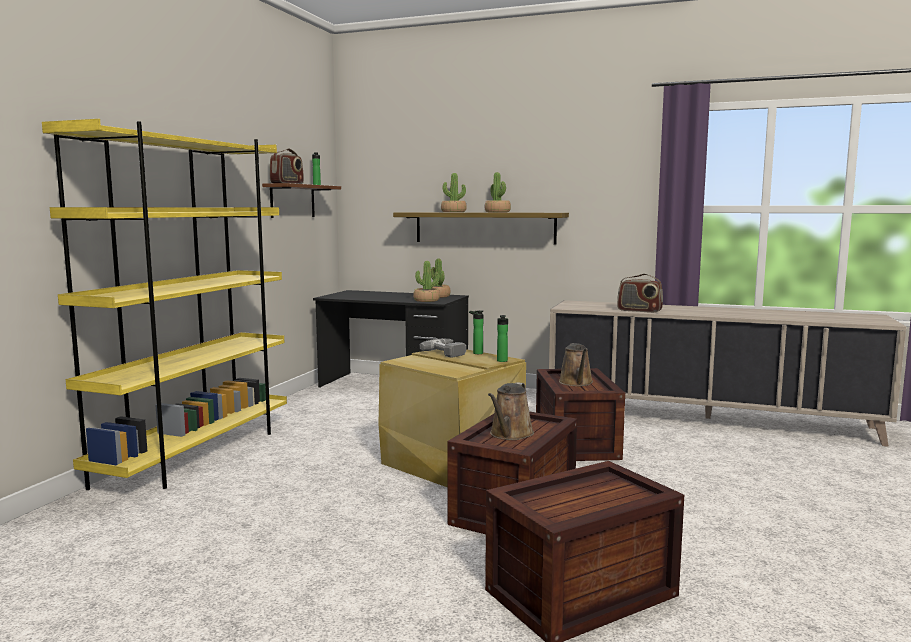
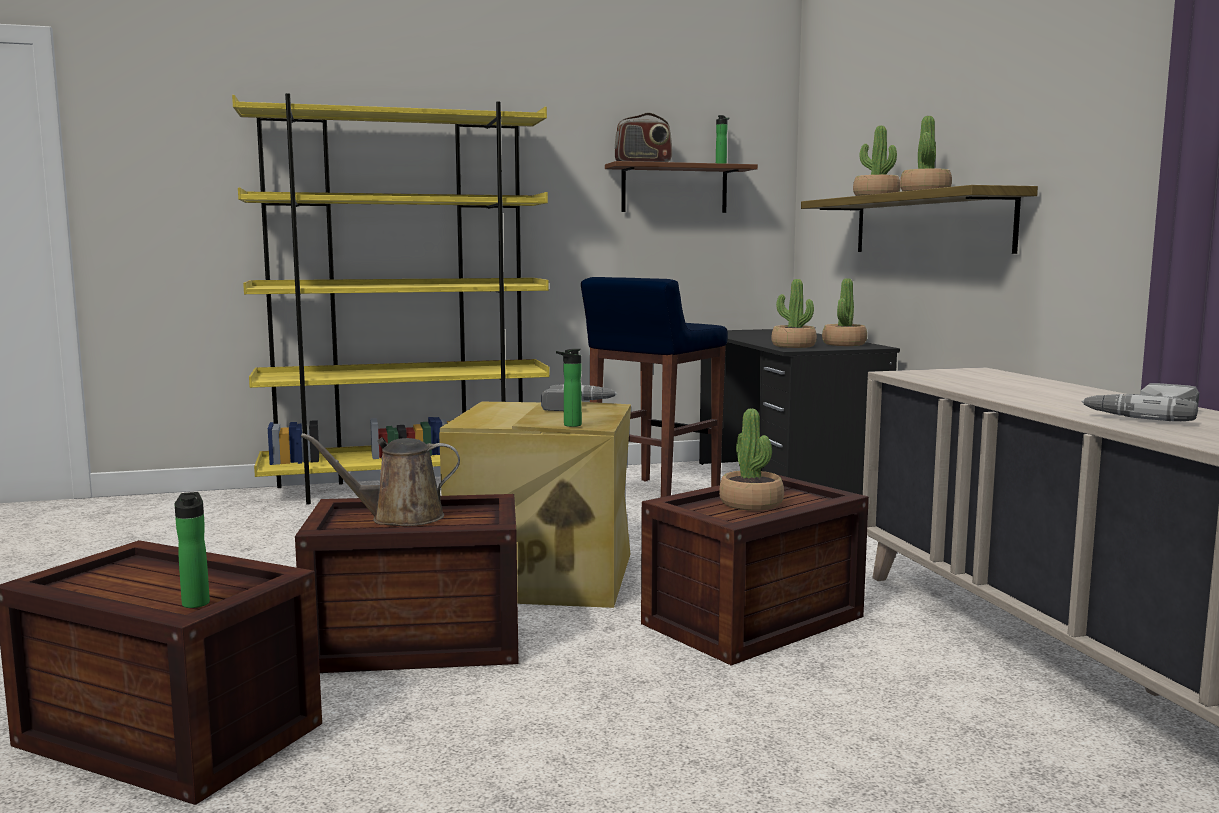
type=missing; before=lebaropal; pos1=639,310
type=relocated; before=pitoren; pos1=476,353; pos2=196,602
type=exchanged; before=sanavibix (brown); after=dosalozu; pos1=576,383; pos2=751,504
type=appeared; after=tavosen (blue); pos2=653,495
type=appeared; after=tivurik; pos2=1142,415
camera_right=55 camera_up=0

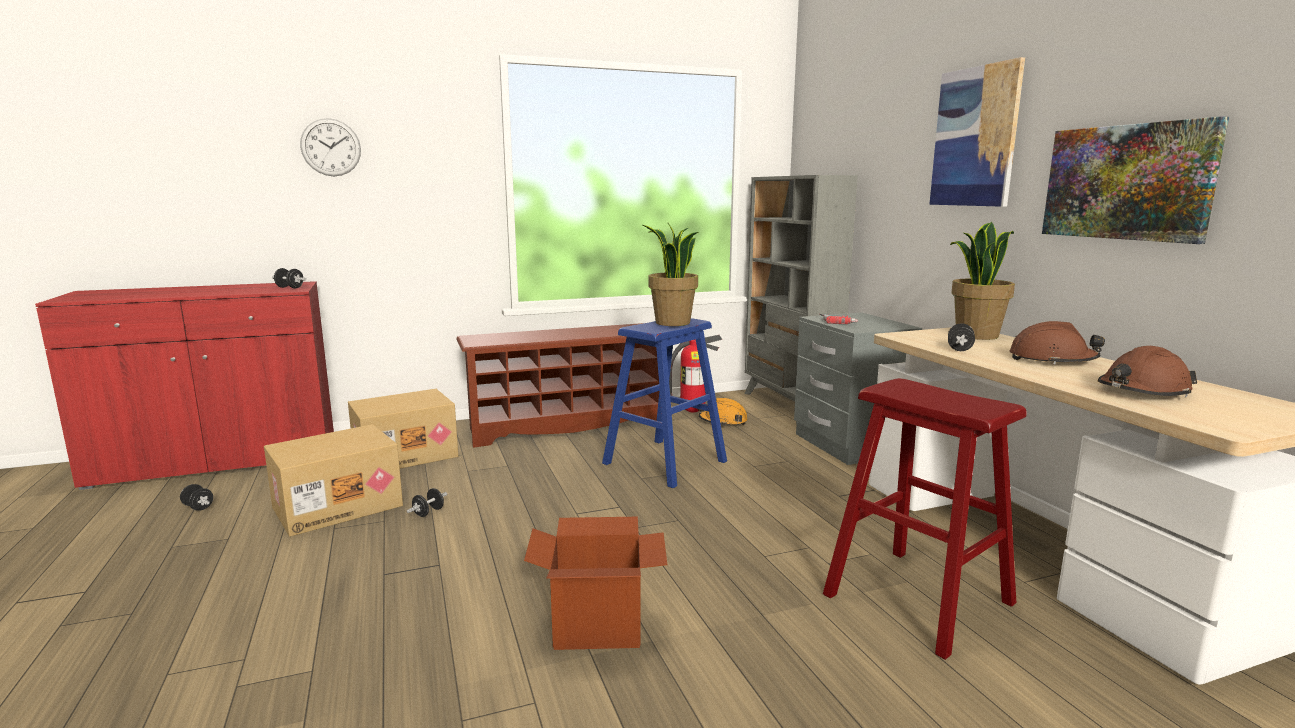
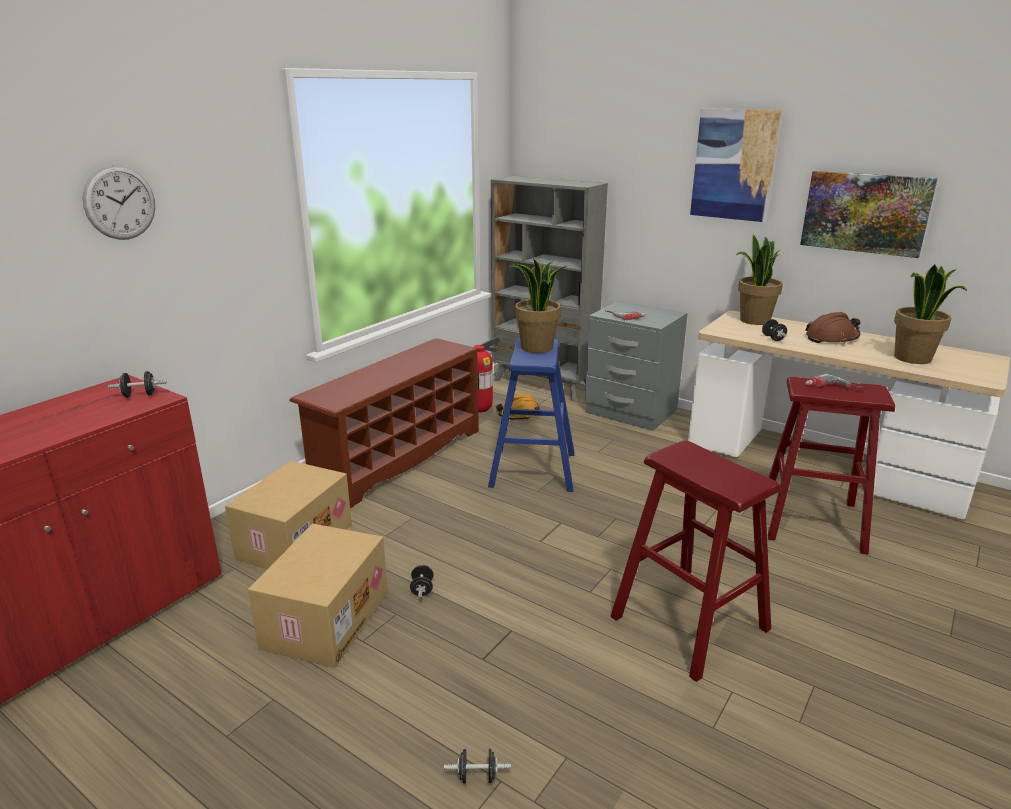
type=exchanged; before=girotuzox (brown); after=dosalozu; pos1=1142,391; pos2=913,358
type=relocated; before=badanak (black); pos1=198,507; pos2=477,776
type=exchanged; before=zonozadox; after=tavosen (red); pos1=598,627; pos2=690,623
type=appeared; after=tivurik; pos2=833,388
camera_right=-35 camera_up=10

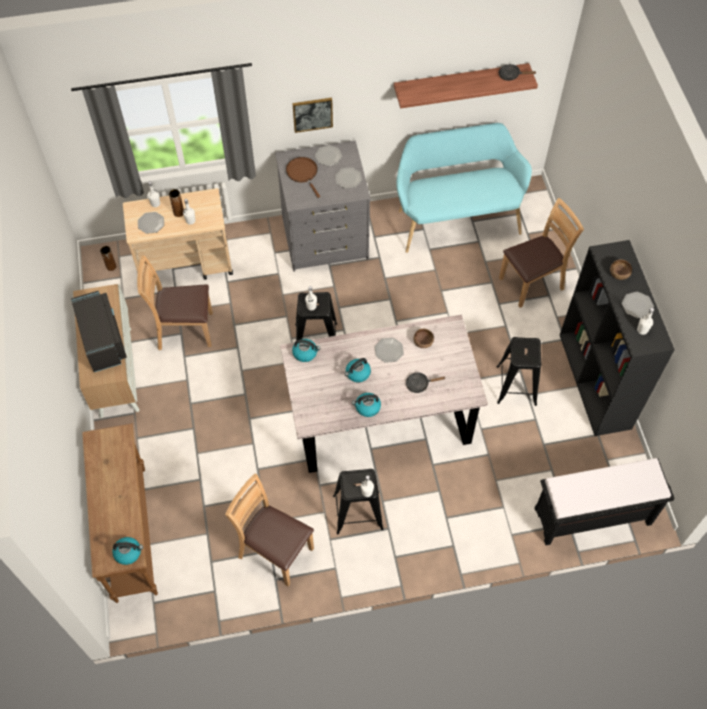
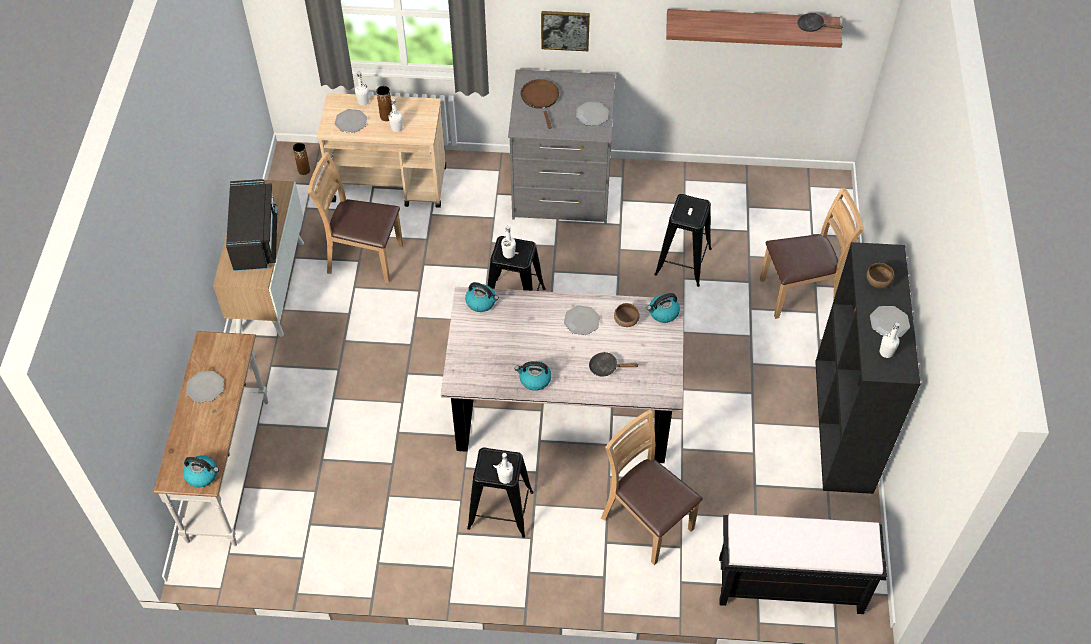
type=missing; before=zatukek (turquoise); pos1=456,219
type=relocated; before=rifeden; pos1=328,156; pos2=205,387
type=relocated; before=tavosen (black); pos1=516,385; pos2=683,261
type=relocated; before=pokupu; pos1=357,373; pos2=663,313
type=colour; before=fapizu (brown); after=fapizu (white); pos1=132,533; pos2=230,469
type=relocated; before=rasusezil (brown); pos1=275,551; pos2=647,521
camera_right=15 camera_up=-5

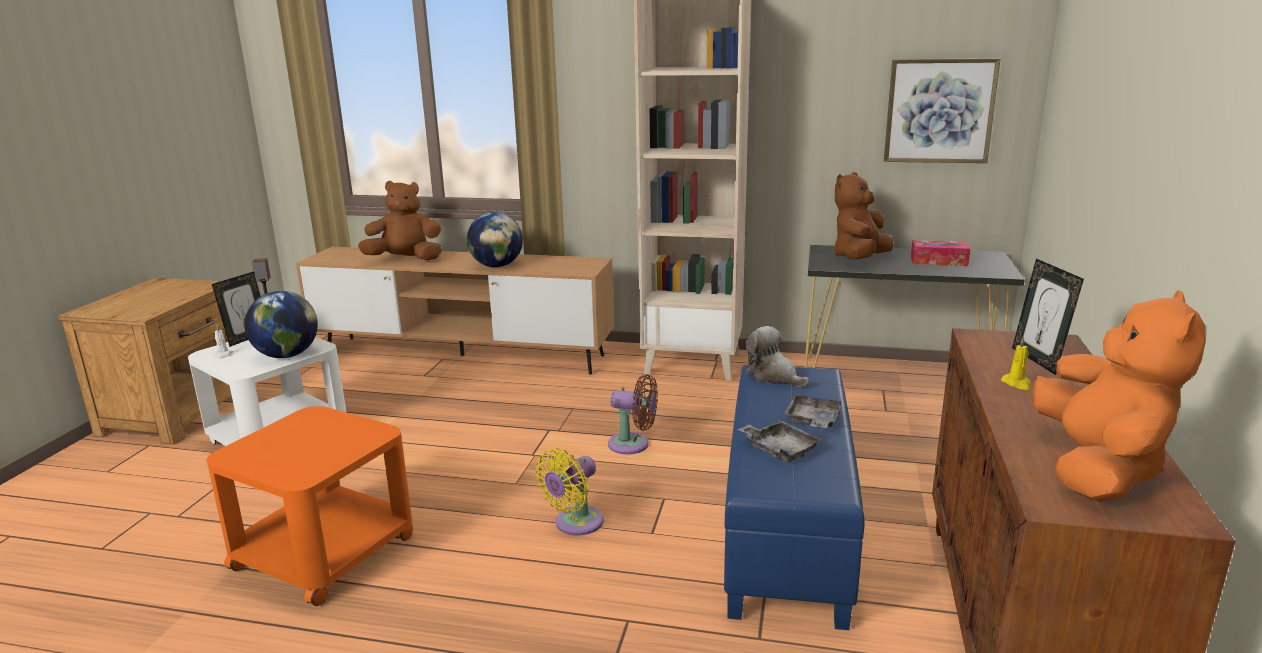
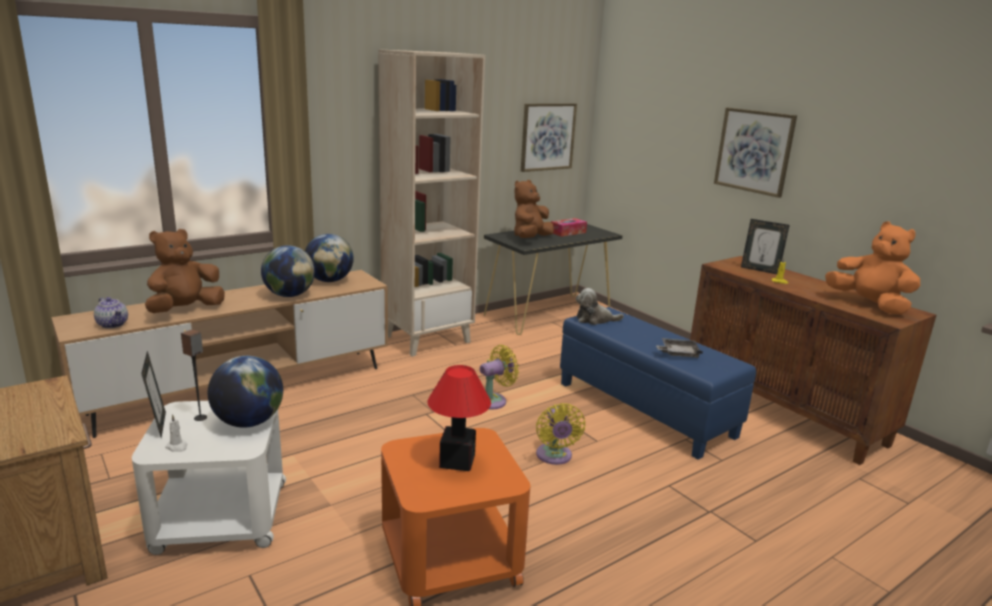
type=spun; before=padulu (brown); pos1=860,259; pos2=530,238; turn=45
type=colour; before=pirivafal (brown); after=pirivafal (yellow); pos1=633,445; pos2=494,400
type=missing; before=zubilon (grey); pos1=812,421
type=appeared; after=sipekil; pos2=754,151
type=appeared; after=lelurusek; pos2=329,280
type=appeared; after=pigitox; pos2=113,324
type=appeared; after=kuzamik; pos2=457,462
camera_right=-50 camera_up=0

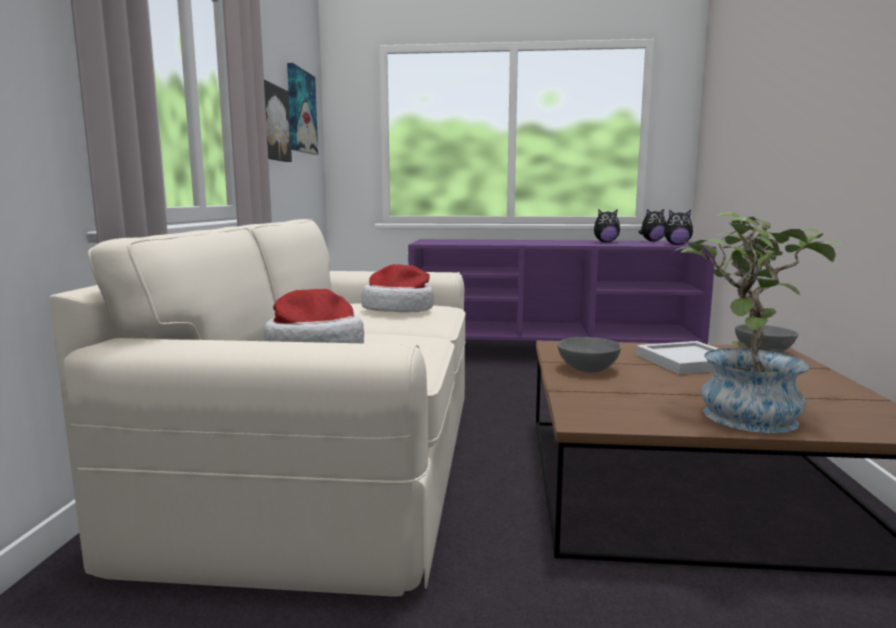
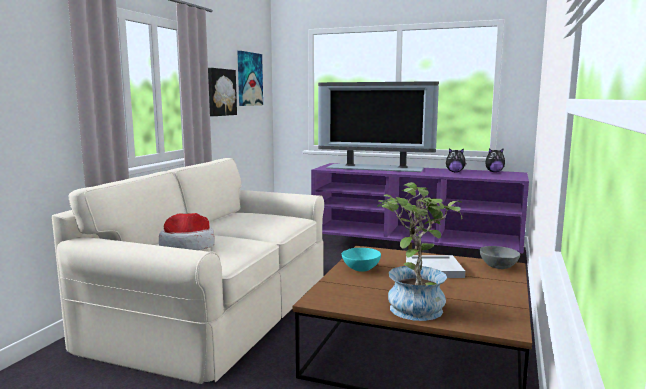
type=missing; before=padulu; pos1=677,244
type=missing; before=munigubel; pos1=399,309
type=colour; before=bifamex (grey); after=bifamex (turquoise); pos1=587,369; pos2=360,269
type=appeared; after=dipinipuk; pos2=375,168
camera_right=15 camera_up=0

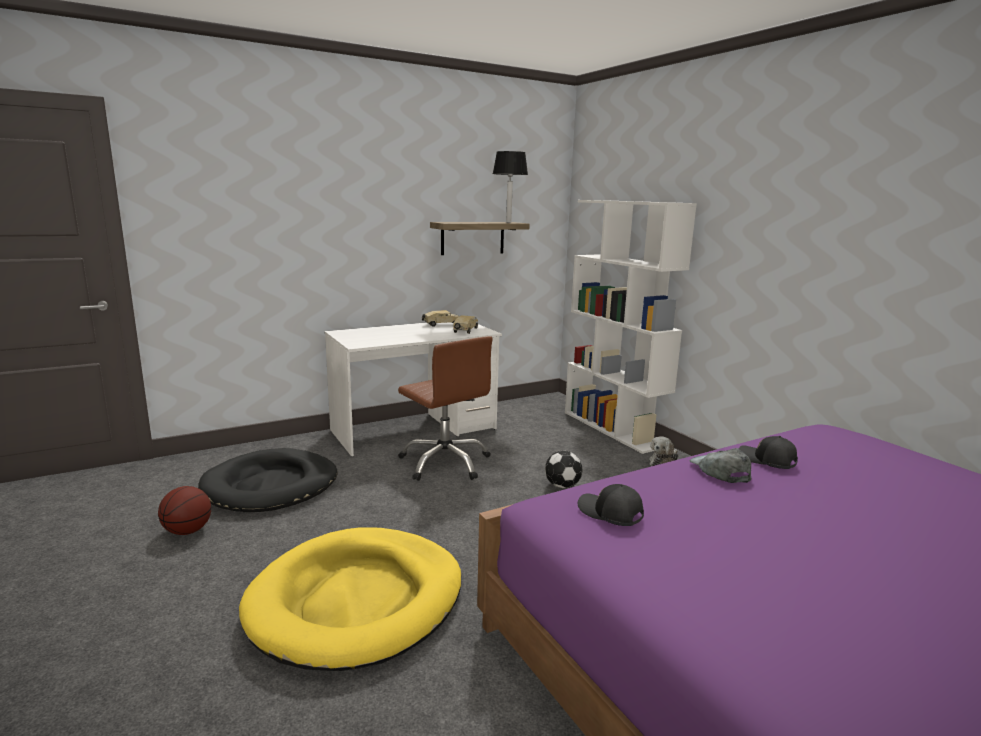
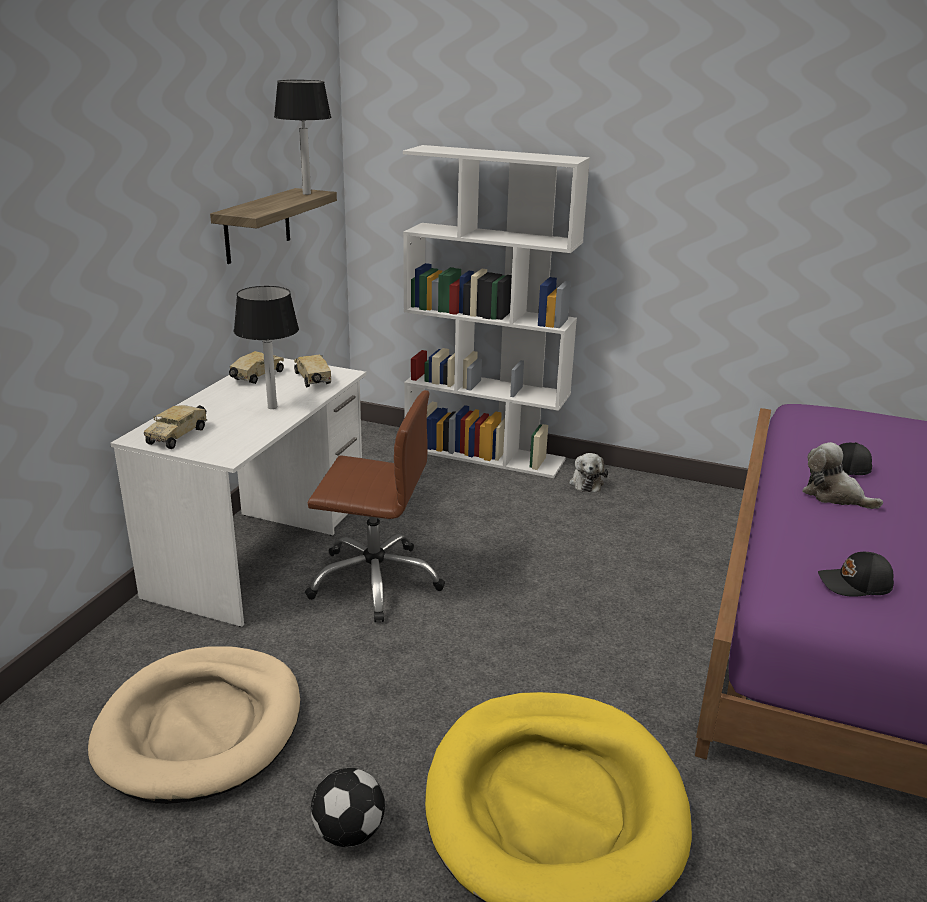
type=colour; before=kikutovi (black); after=kikutovi (beige); pos1=271,486; pos2=201,727
type=exchanged; before=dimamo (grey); after=padulu; pos1=719,470; pos2=834,495
type=relocated; before=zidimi; pos1=562,486; pos2=348,833
type=missing; before=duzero; pos1=187,531
type=appeared; after=kuzamik; pos2=271,407
type=appeared; after=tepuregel; pos2=178,435
camera_right=-40 camera_up=10

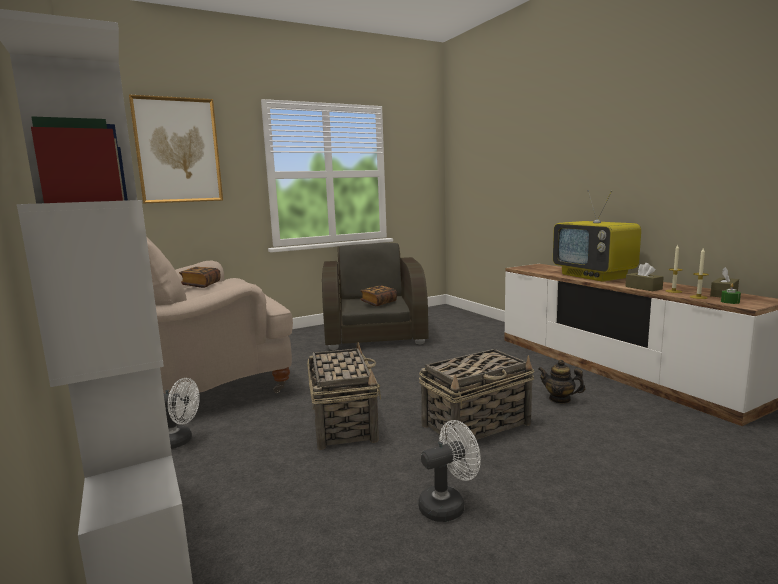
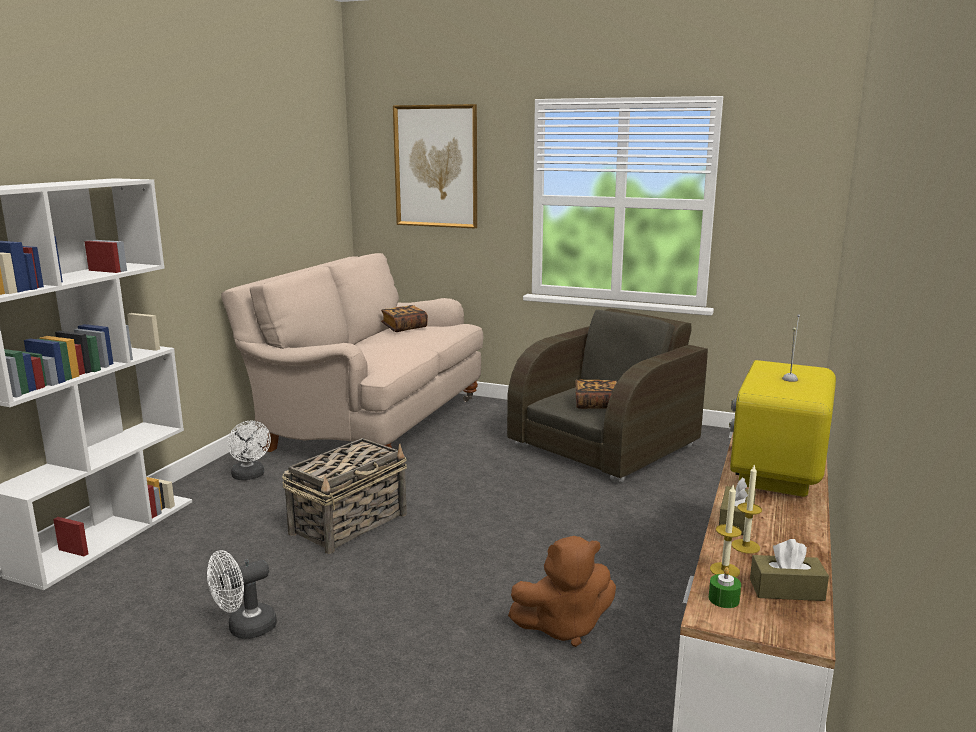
type=missing; before=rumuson; pos1=477,424
type=exchanged; before=pigitox; after=padulu (brown); pos1=560,399; pos2=563,627
type=spun; before=pirivafal (white); pos1=448,505; pos2=244,629; turn=120
camera_right=50 camera_up=5

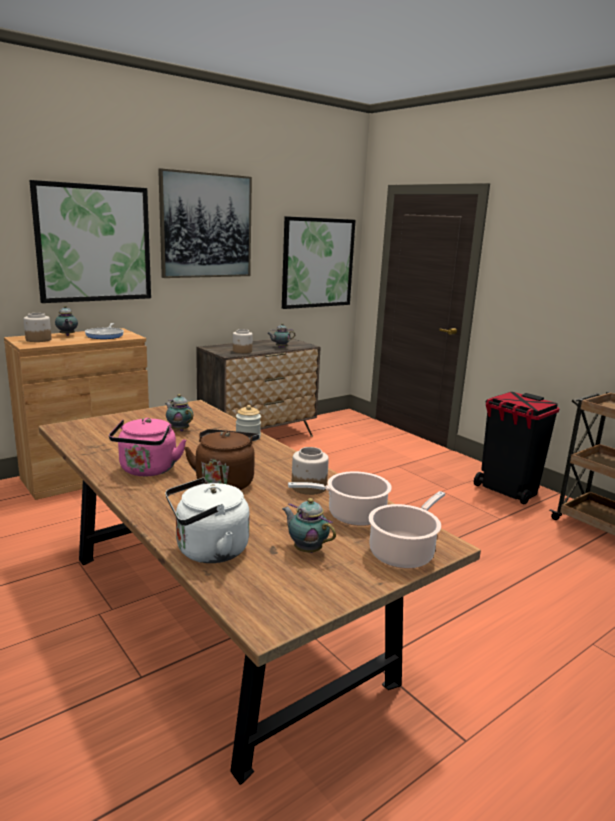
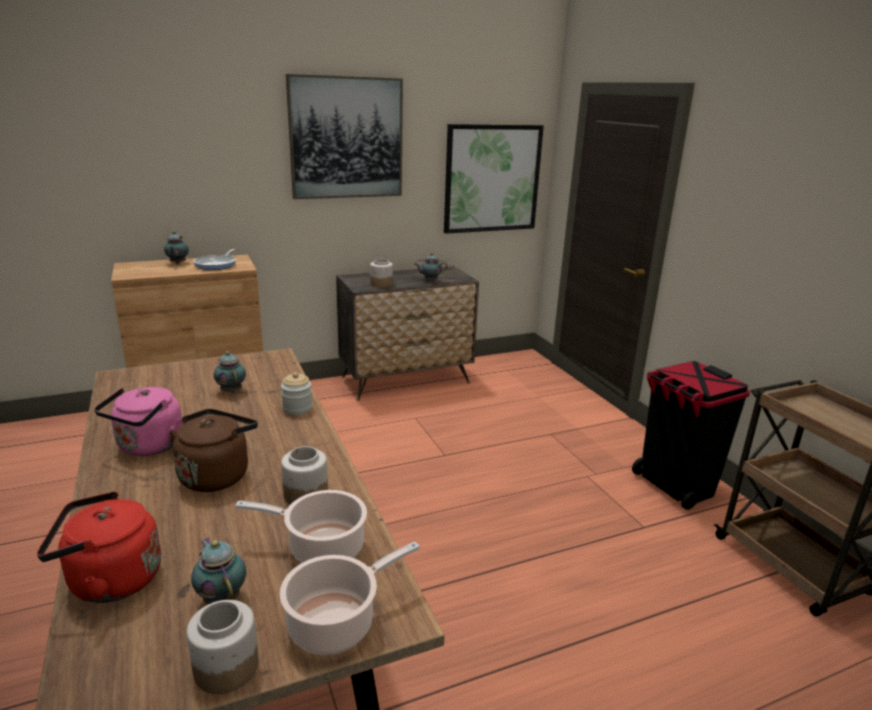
type=missing; before=sipekil; pos1=94,243
type=relocated; before=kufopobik; pos1=38,339; pos2=225,667
type=colour; before=pokupu (white); after=pokupu (red); pos1=207,551; pos2=109,581
camera_right=15 camera_up=5

